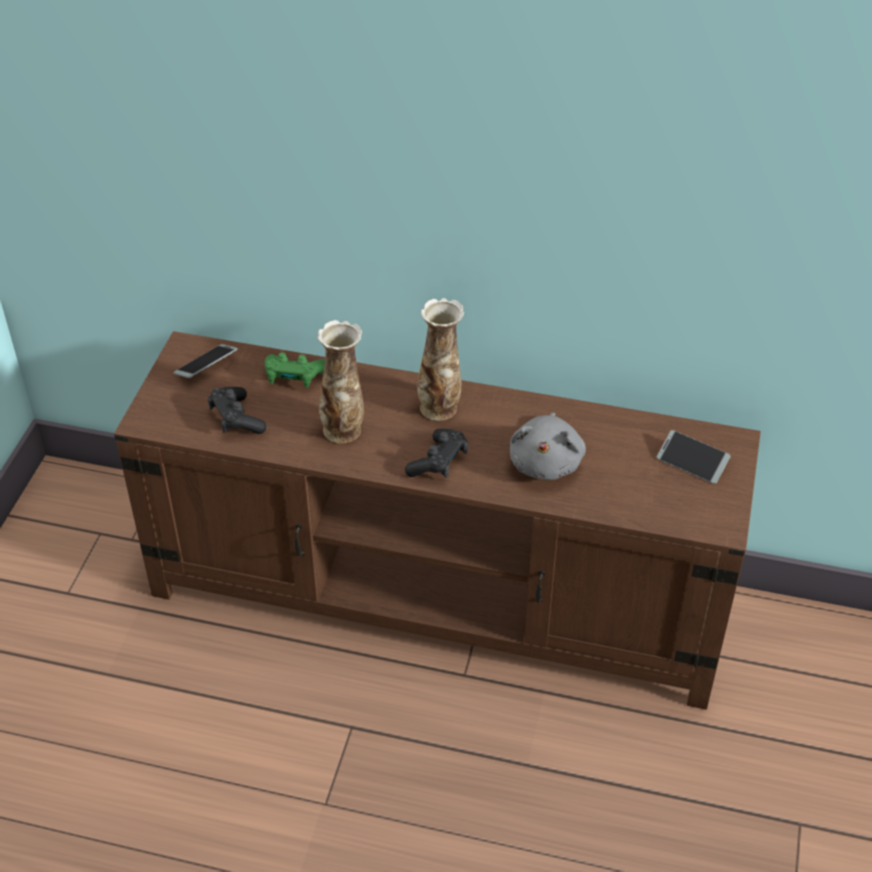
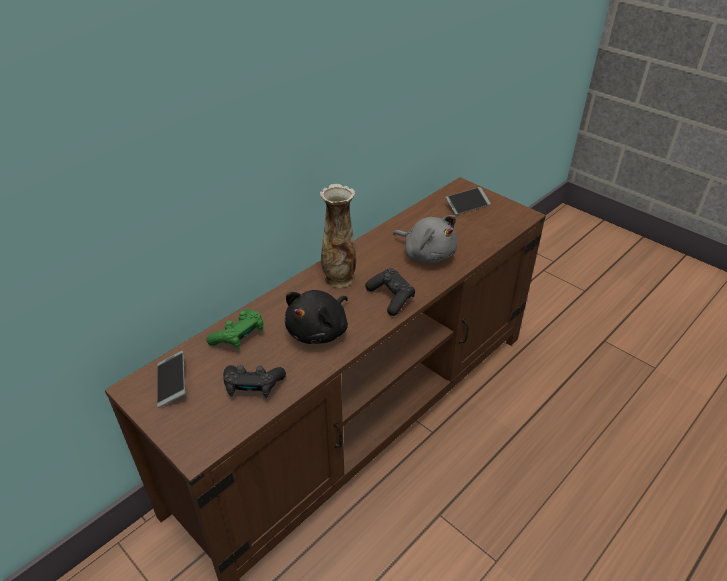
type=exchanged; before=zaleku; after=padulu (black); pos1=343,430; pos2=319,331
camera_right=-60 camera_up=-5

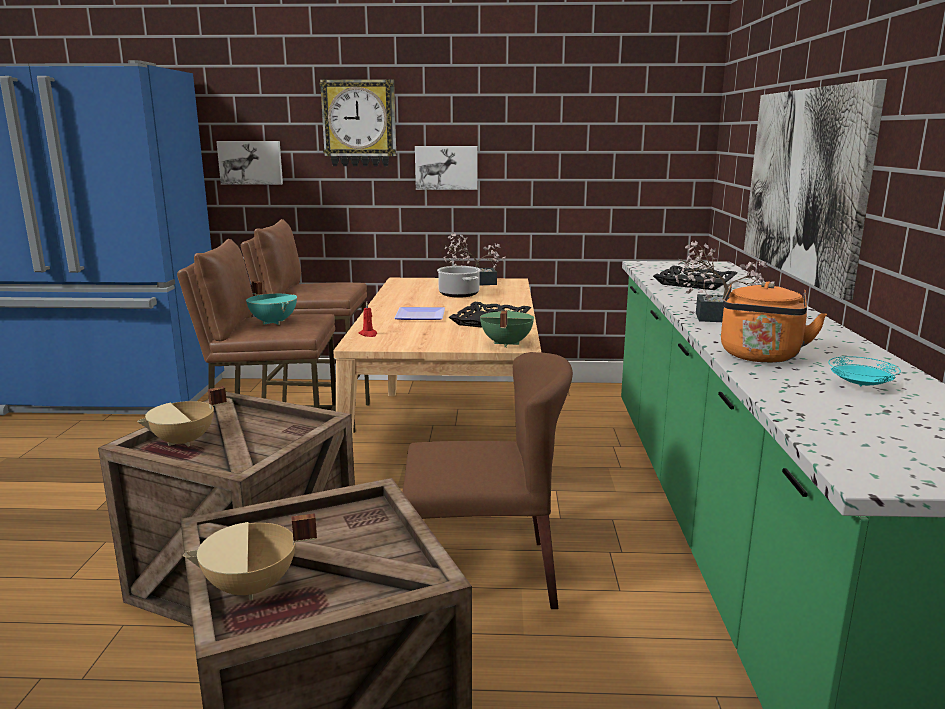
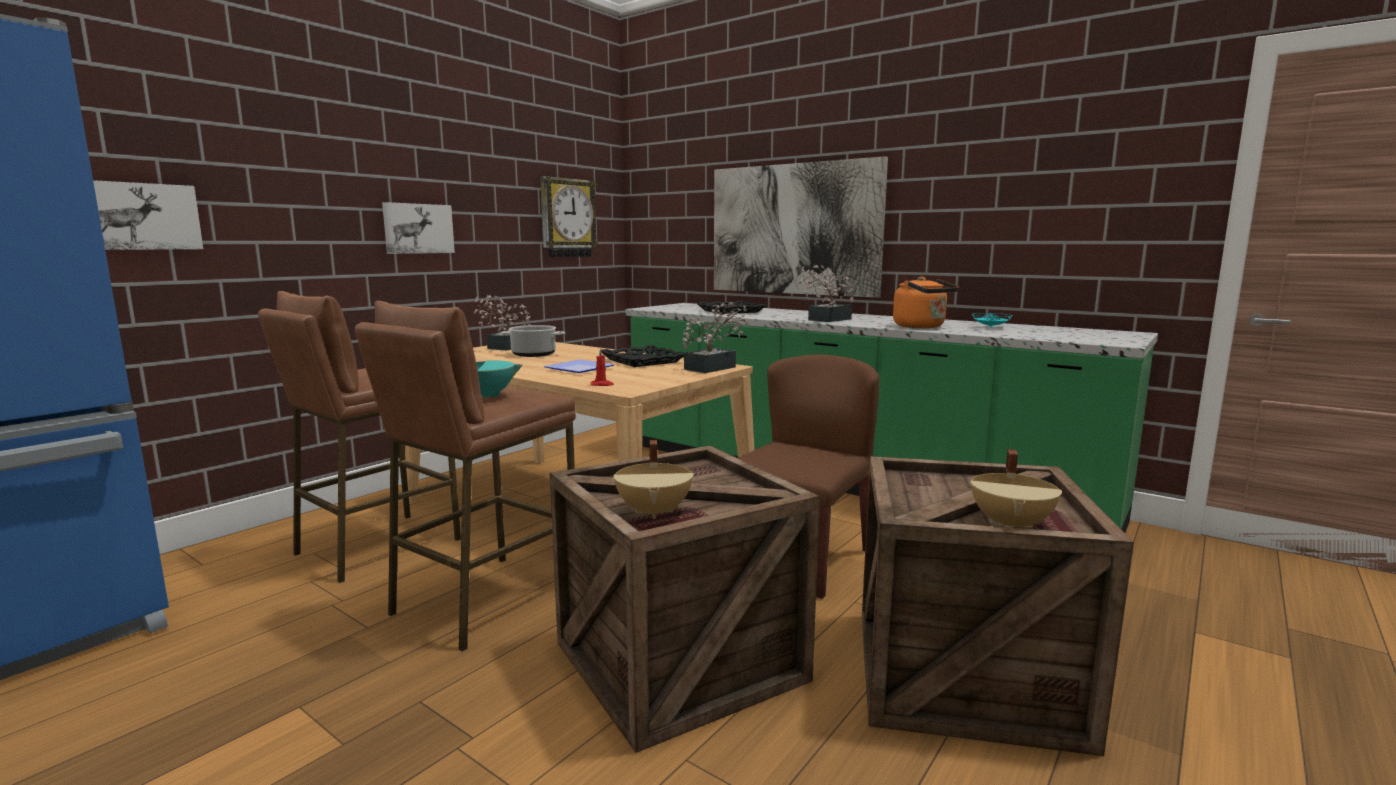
type=relocated; before=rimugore; pos1=359,123; pos2=567,218
type=exchanged; before=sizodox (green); after=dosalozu; pos1=505,344; pos2=714,367
camera_right=-55 camera_up=-5

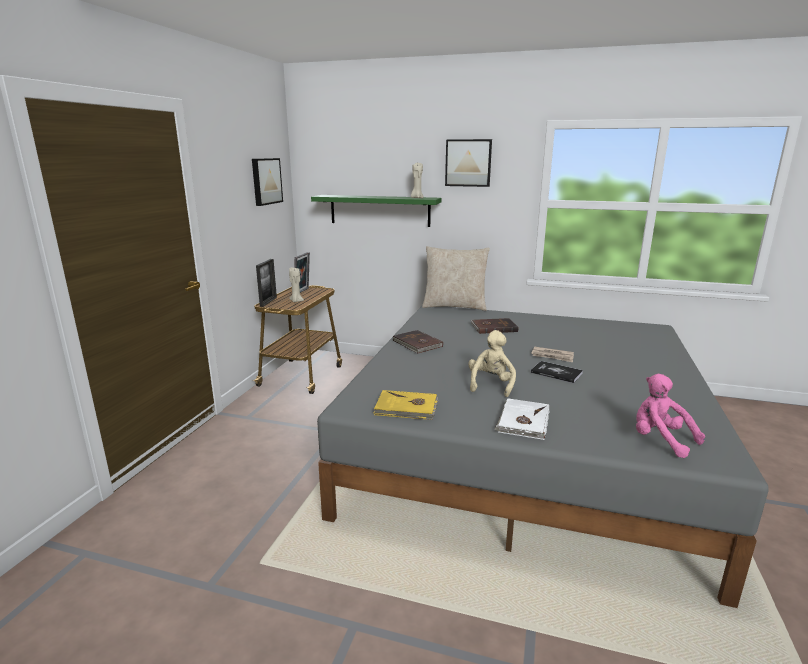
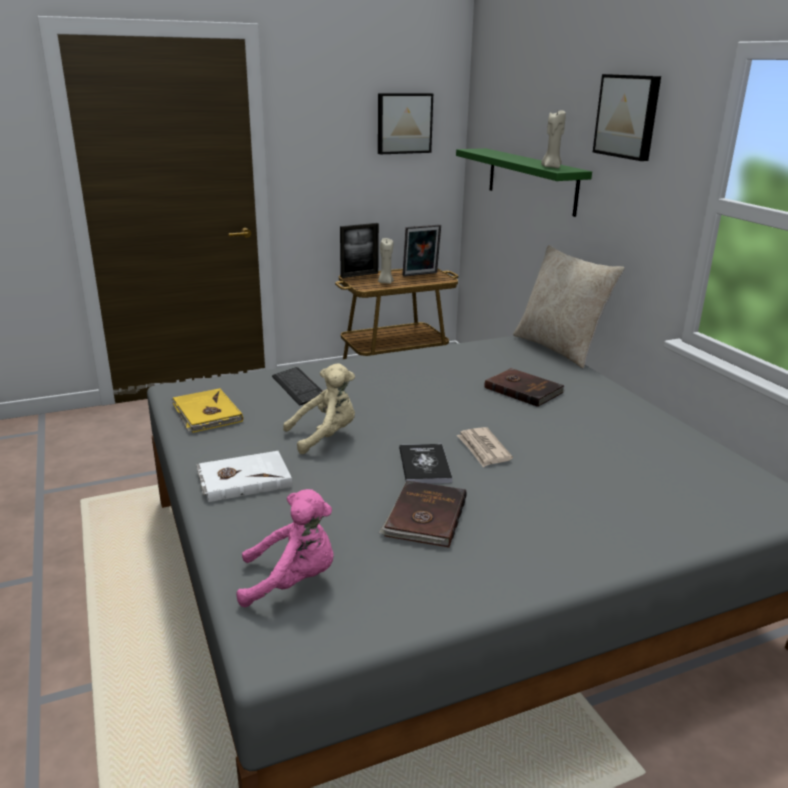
type=relocated; before=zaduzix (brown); pos1=417,344; pos2=424,517
type=spun; before=padulu (pink); pos1=660,440; pos2=292,581; turn=75
type=appeared; after=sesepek; pos2=298,388
camera_right=50 camera_up=5

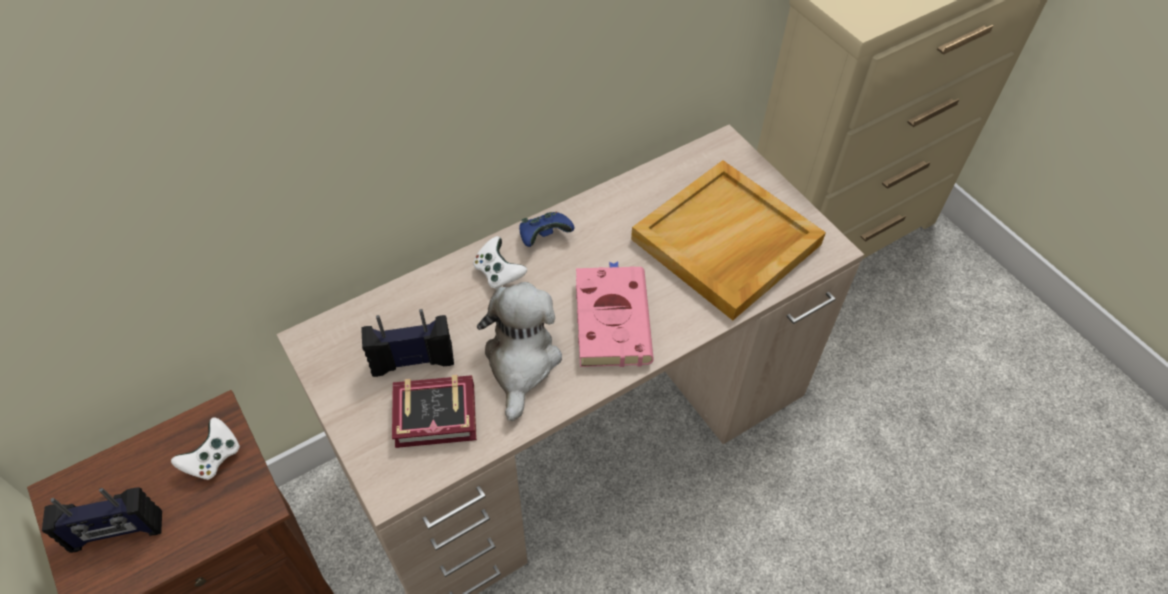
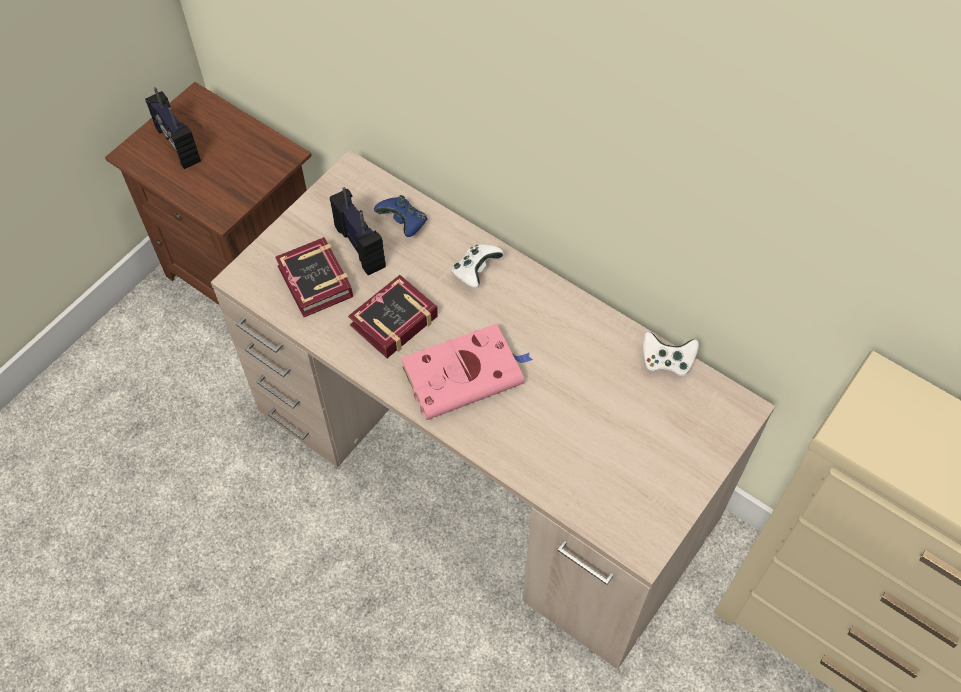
type=missing; before=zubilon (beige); pos1=726,243
type=relocated; before=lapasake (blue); pos1=544,236; pos2=403,223
type=exchanged; before=padulu; after=zaduzix; pos1=521,361; pos2=390,322
type=relocated; before=lapasake (white); pos1=213,458; pos2=666,361
camera_right=70 camera_up=5

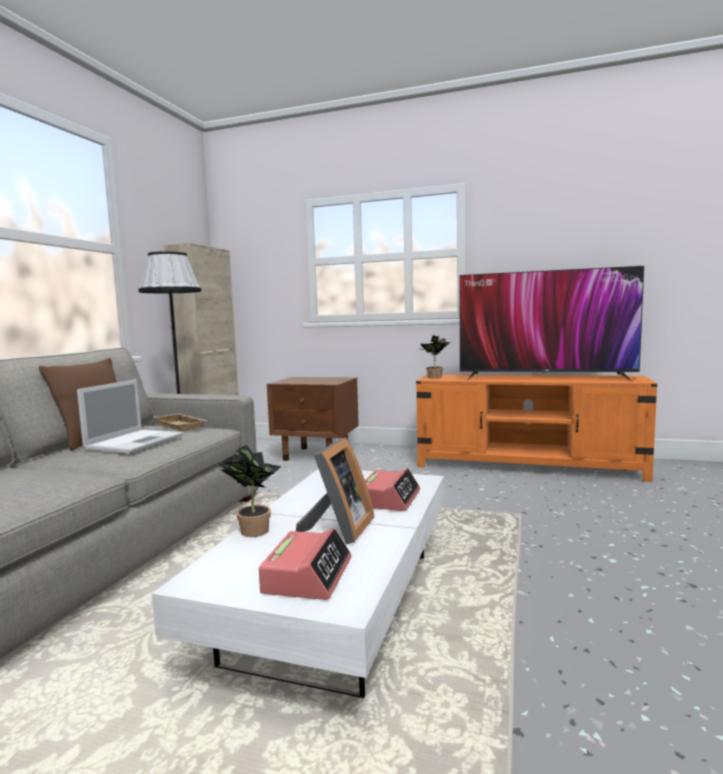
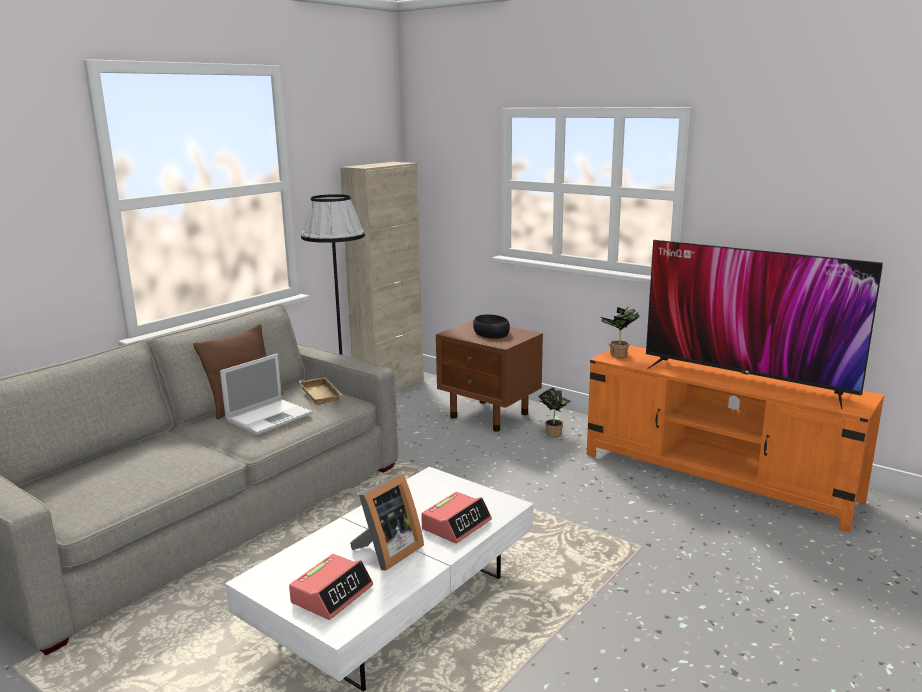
type=relocated; before=dosalozu; pos1=252,529; pos2=552,432
type=appeared; after=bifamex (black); pos2=490,333
camera_right=20 camera_up=10

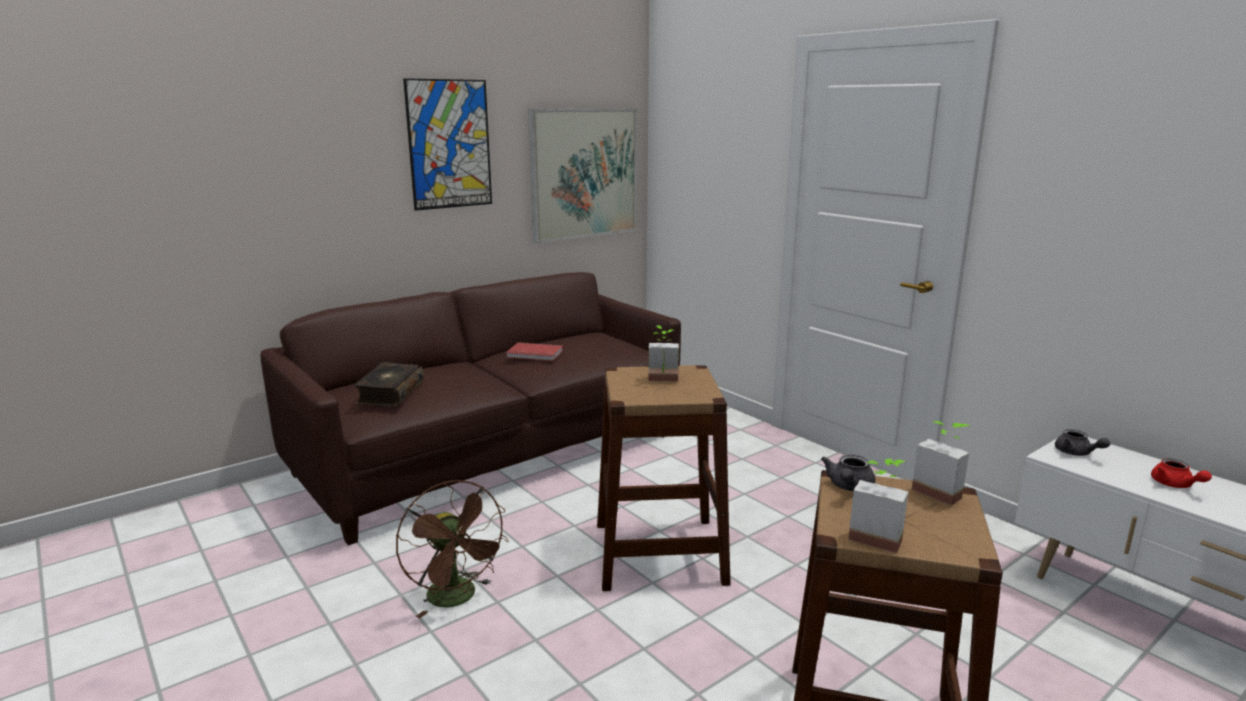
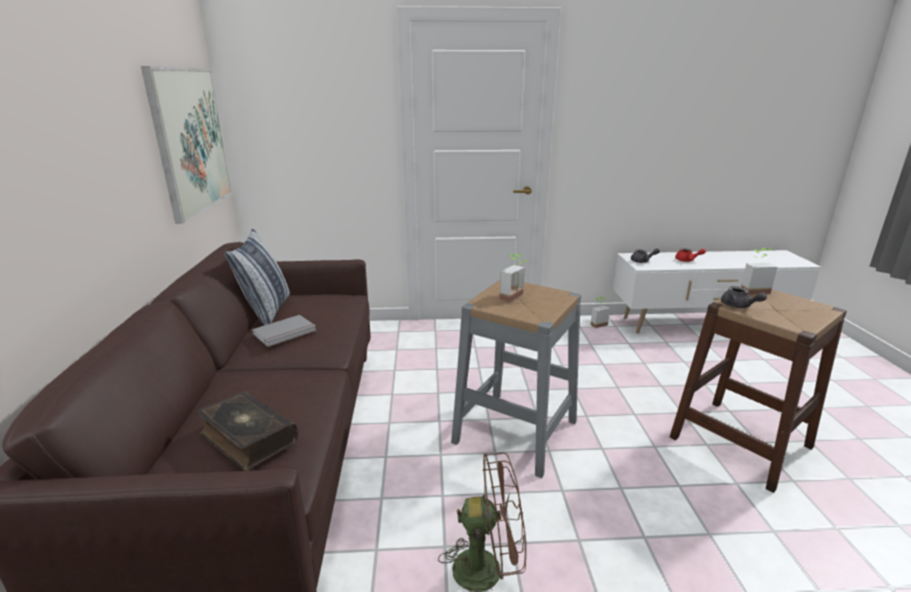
type=missing; before=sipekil; pos1=449,144
type=colour; before=zaduzix (red); after=zaduzix (grey); pos1=534,354; pos2=285,333
type=colour; before=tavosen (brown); after=tavosen (grey); pos1=659,552; pos2=515,431
type=relocated; before=dosalozu; pos1=877,535; pos2=597,323
type=appeared; after=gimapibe; pos2=267,311
camera_right=-55 camera_up=5

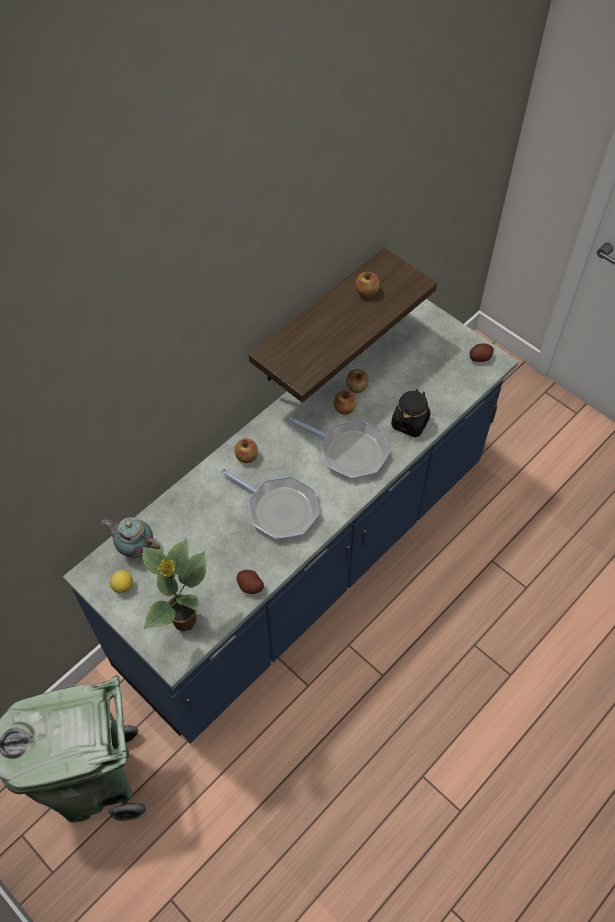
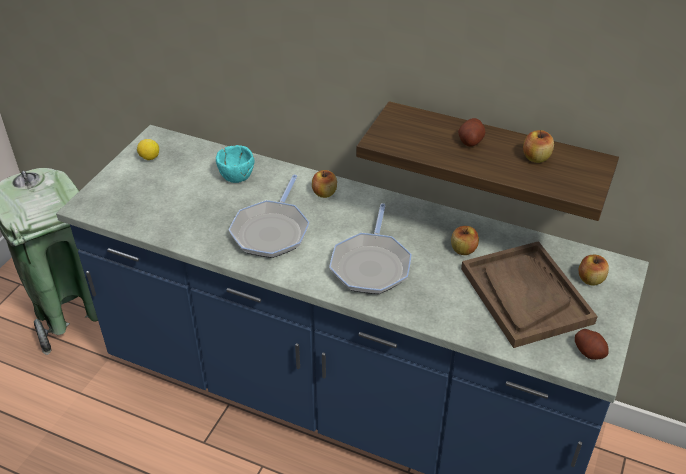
type=missing; before=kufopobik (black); pos1=410,423
type=relocated; before=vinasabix; pos1=344,409; pos2=590,279
type=missing; before=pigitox; pos1=135,547
type=missing; before=dosalozu; pos1=184,622
type=relocated; before=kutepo; pos1=250,586; pos2=470,141
type=appeared; after=bifamex (turquoise); pos2=236,176
type=appeared; after=zubilon (brown); pos2=525,295
camera_right=70 camera_up=-15

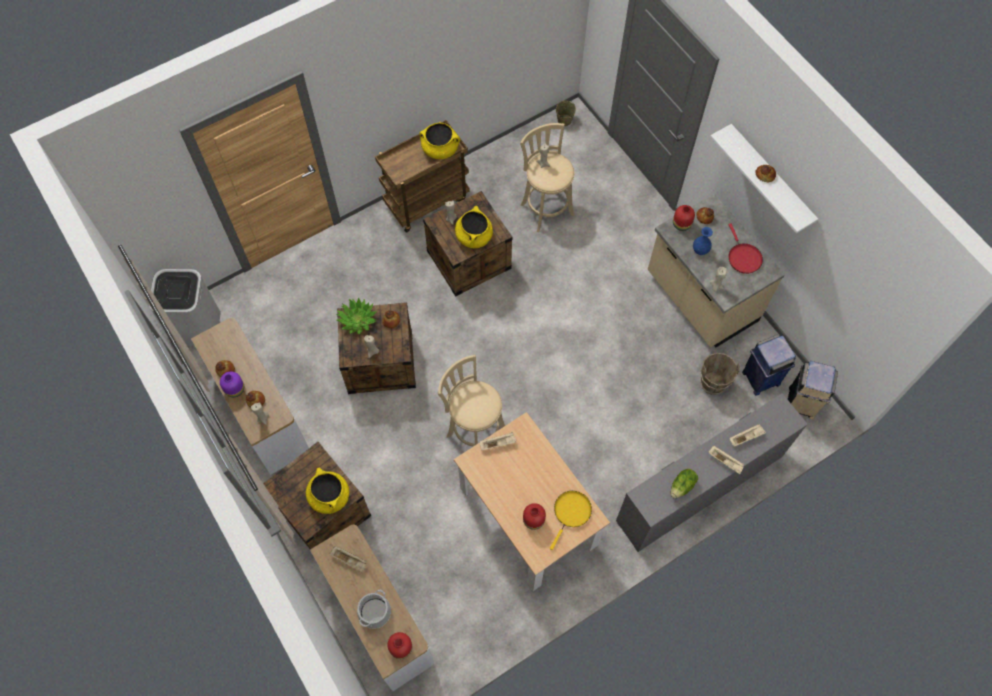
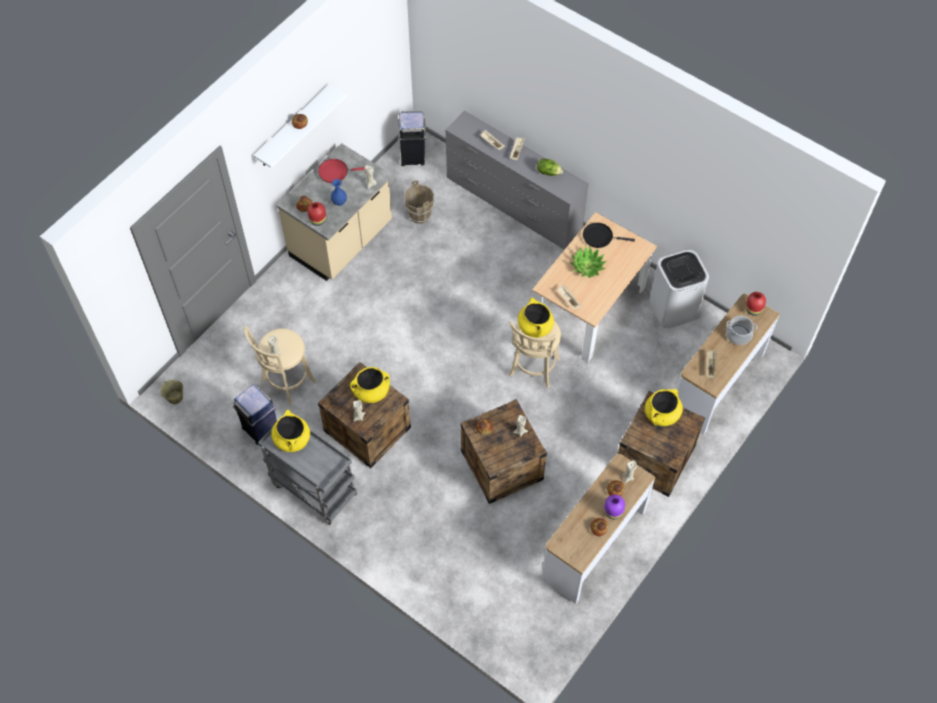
type=colour; before=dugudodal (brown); after=dugudodal (grey); pos1=426,200; pos2=312,489
type=spun; before=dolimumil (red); pos1=743,257; pos2=335,172; turn=-150
type=relocated; before=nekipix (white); pos1=196,325; pos2=673,308
type=relocated; before=dosalozu; pos1=357,320; pos2=587,266
type=relocated; before=nekipix (blue); pos1=760,378; pos2=261,429
type=colour; before=dolimumil (yellow); after=dolimumil (black); pos1=571,512; pos2=600,237
type=missing; before=zaleku (red); pos1=534,519
type=appeared; after=sizodox (yellow); pos2=535,326
camera_right=-110 camera_up=-5

